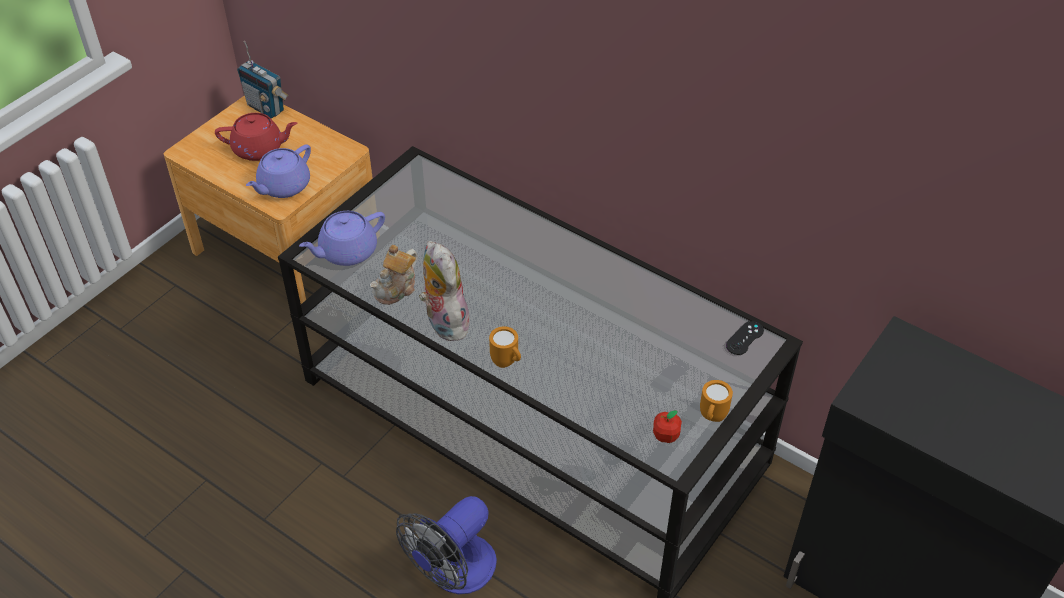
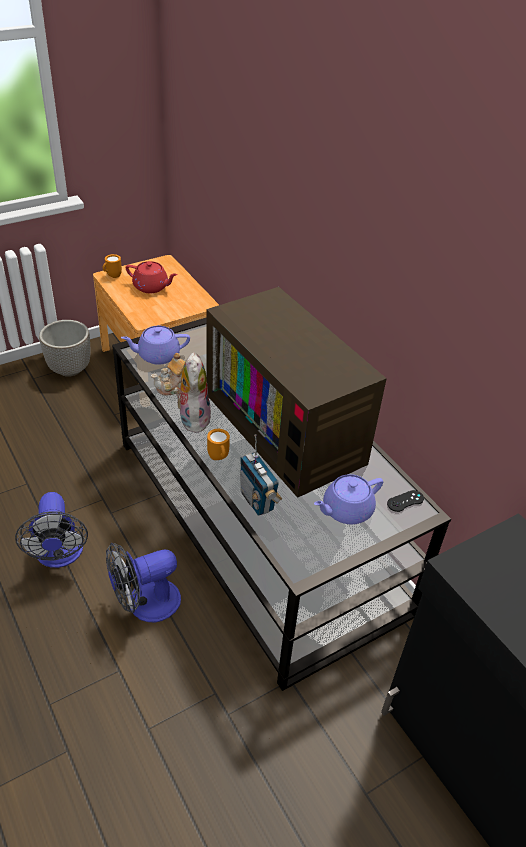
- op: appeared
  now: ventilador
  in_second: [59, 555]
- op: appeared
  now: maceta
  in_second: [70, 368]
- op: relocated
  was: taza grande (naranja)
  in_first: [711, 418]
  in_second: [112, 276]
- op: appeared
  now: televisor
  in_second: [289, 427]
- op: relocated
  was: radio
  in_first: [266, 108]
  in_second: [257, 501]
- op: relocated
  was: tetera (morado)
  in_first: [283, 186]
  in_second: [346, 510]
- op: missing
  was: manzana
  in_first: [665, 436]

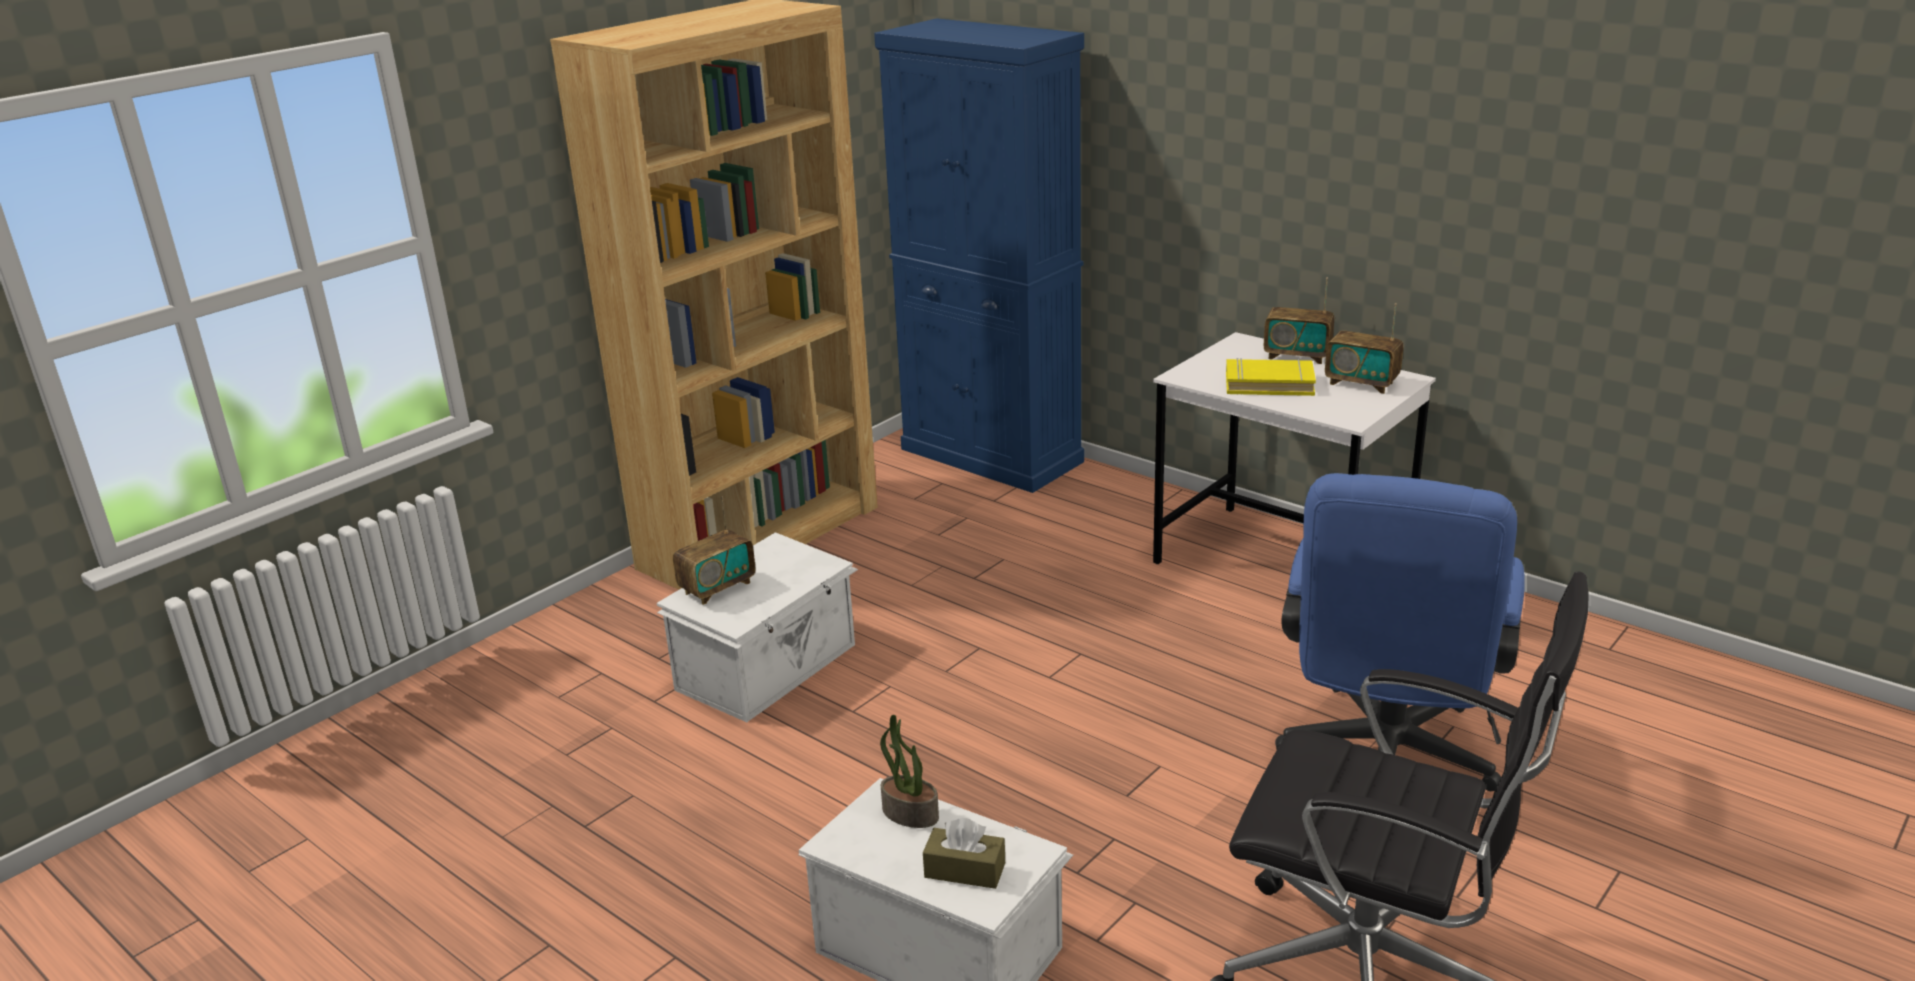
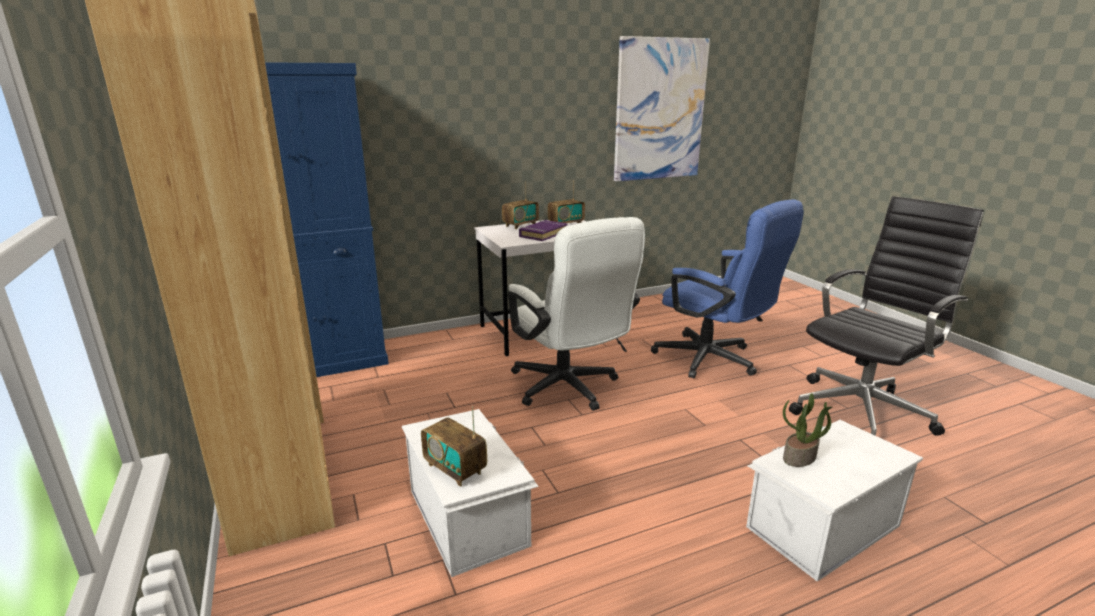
- op: spun
  was: radio
  in_first: [717, 588]
  in_second: [455, 469]
  clockwise: 150
- op: appeared
  now: silla de oficina (blanco)
  in_second: [569, 389]
- op: colour
  was: libro (amarillo)
  now: libro (morado)
  in_first: [1269, 384]
  in_second: [543, 234]
- op: appeared
  now: cuadro
  in_second: [659, 110]
- op: missing
  was: caja de pañuelos (marrón)
  in_first: [965, 870]

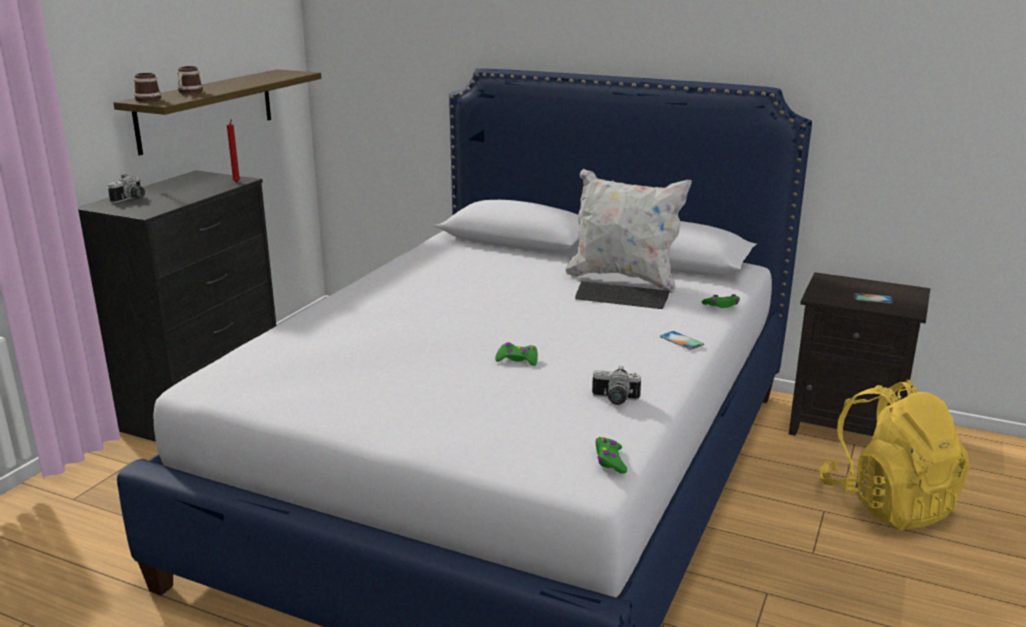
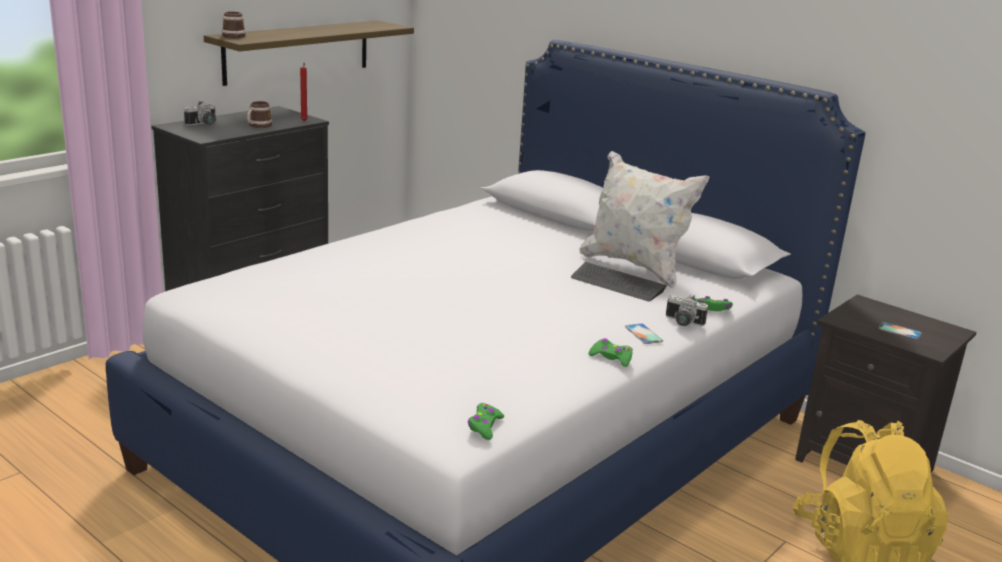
- op: relocated
  was: taza grande
  in_first: [189, 92]
  in_second: [258, 126]
- op: relocated
  was: mando de consola (verde)
  in_first: [517, 359]
  in_second: [611, 357]
- op: relocated
  was: cámara
  in_first: [614, 400]
  in_second: [682, 323]

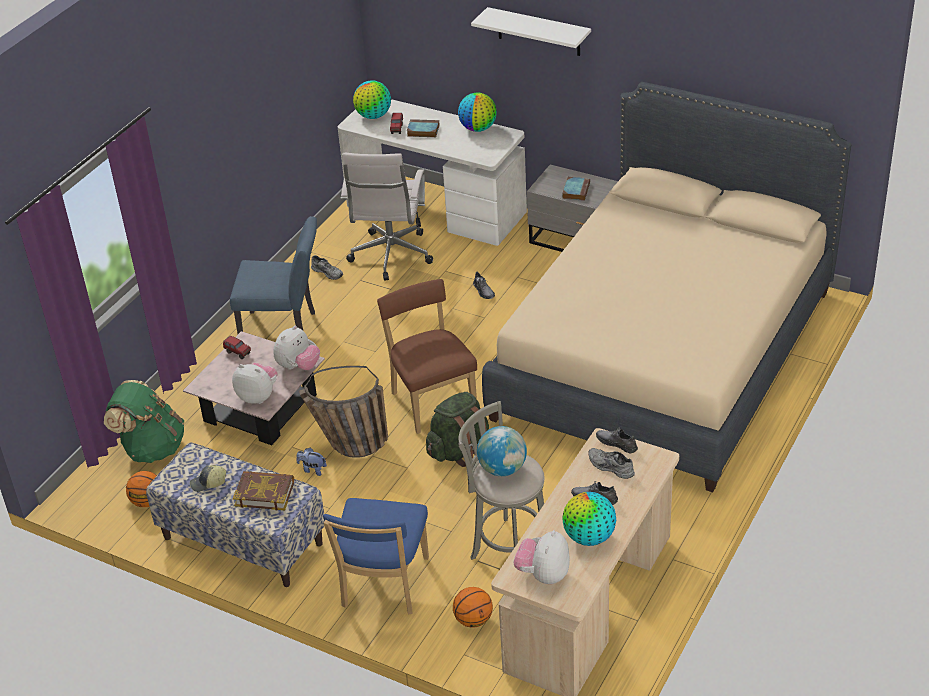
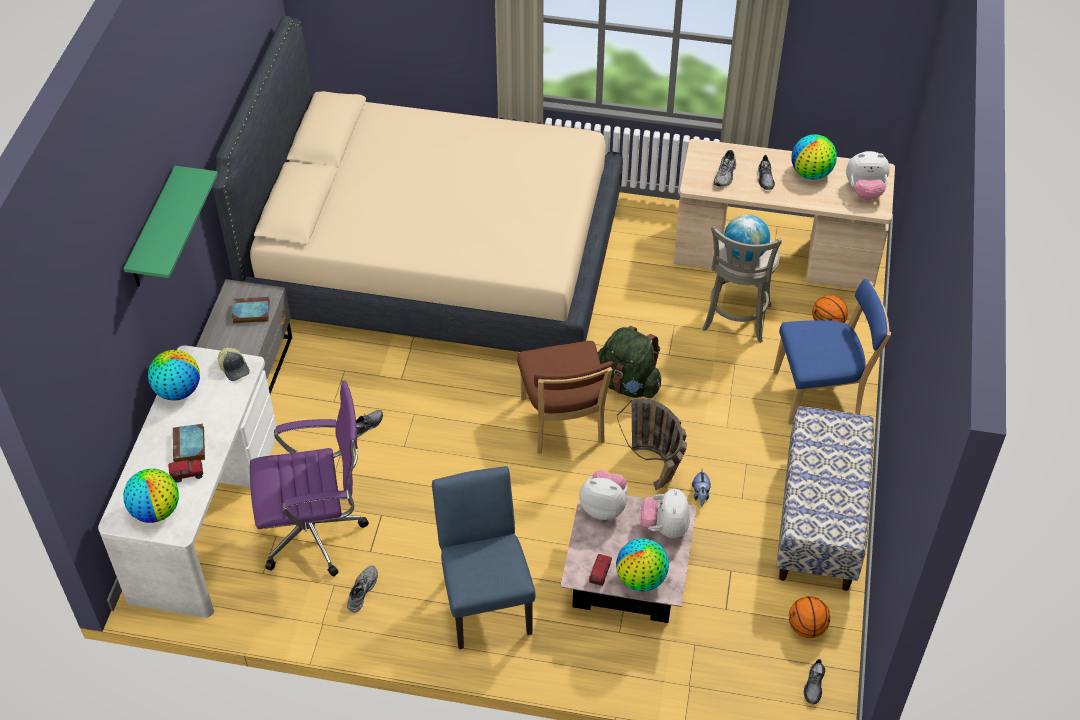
- op: colour
  was: estante (blanco)
  now: estante (verde)
  in_first: [538, 32]
  in_second: [153, 230]
- op: relocated
  was: gorra
  in_first: [208, 483]
  in_second: [234, 368]
- op: colour
  was: silla de oficina (blanco)
  now: silla de oficina (morado)
  in_first: [390, 257]
  in_second: [317, 533]
- op: spun
  was: silla (marrón)
  in_first: [432, 400]
  in_second: [563, 424]
  clockwise: -60
- op: appeared
  now: globo terráqueo
  in_second: [641, 579]
- op: relocated
  was: zapato (gris)
  in_first: [616, 443]
  in_second: [814, 685]
- op: missing
  was: mochila (verde)
  in_first: [151, 448]
- op: missing
  was: libro
  in_first: [264, 493]

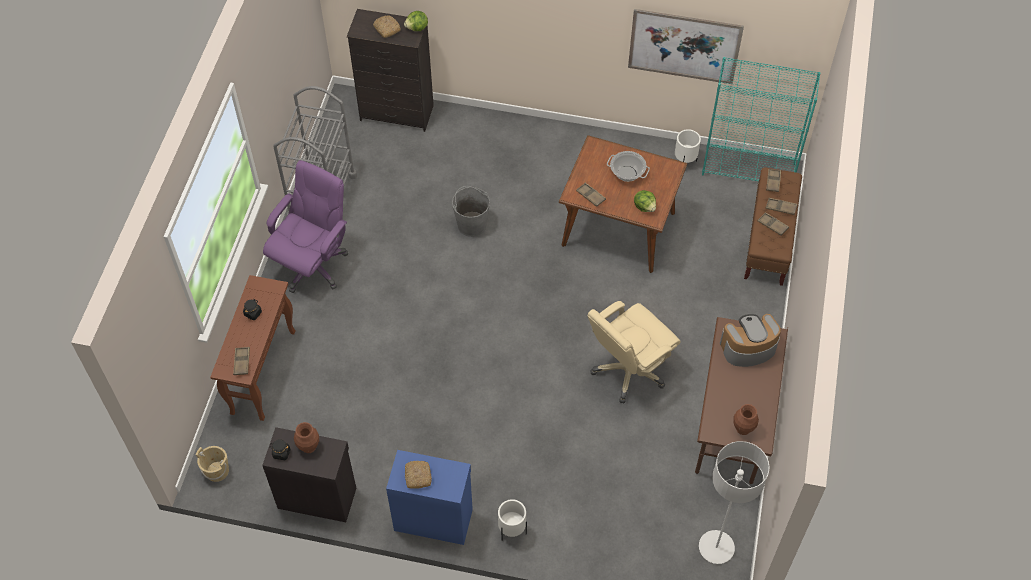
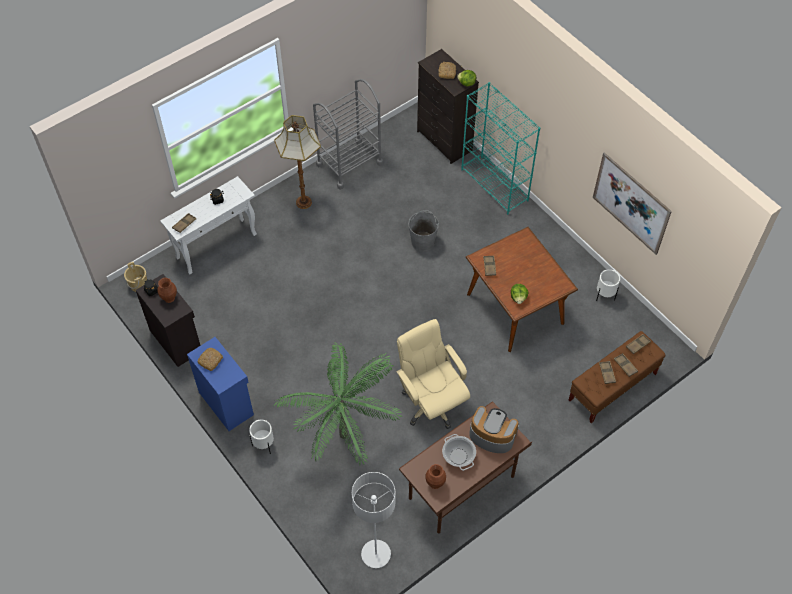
- op: colour
  was: mesa consola (marrón)
  now: mesa consola (blanco)
  in_first: [263, 371]
  in_second: [217, 245]
- op: exchanged
  was: silla de oficina (morado)
  now: lámpara de pie
  in_first: [313, 265]
  in_second: [304, 202]
- op: appeared
  now: planta en maceta
  in_second: [346, 446]
- op: spun
  was: silla de oficina (beis)
  in_first: [628, 370]
  in_second: [431, 403]
  clockwise: 60
- op: relocated
  was: olla
  in_first: [627, 173]
  in_second: [458, 457]
- op: relocated
  was: estantería (turquesa)
  in_first: [749, 169]
  in_second: [495, 185]

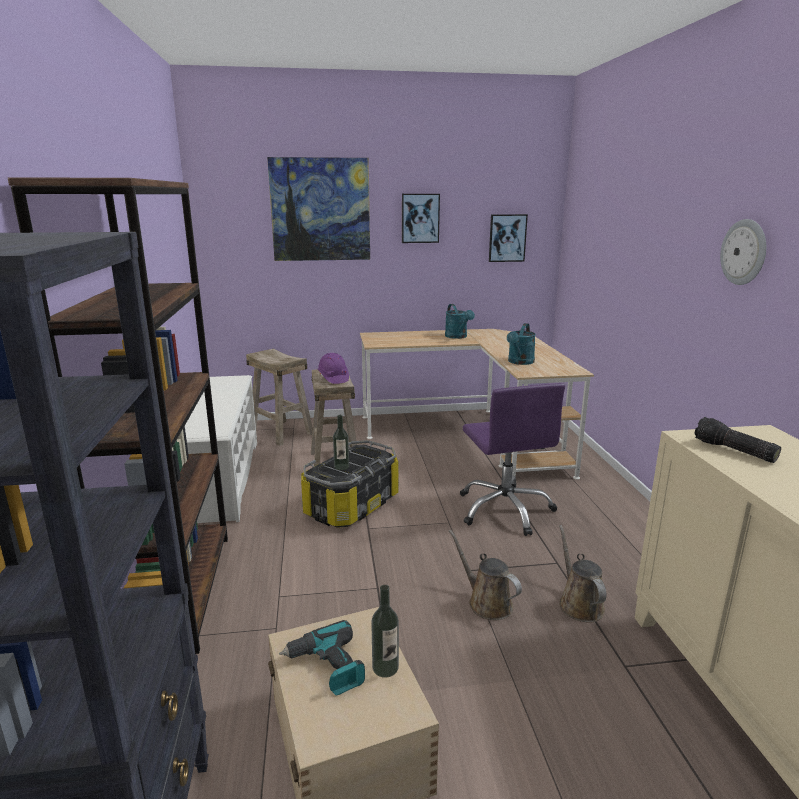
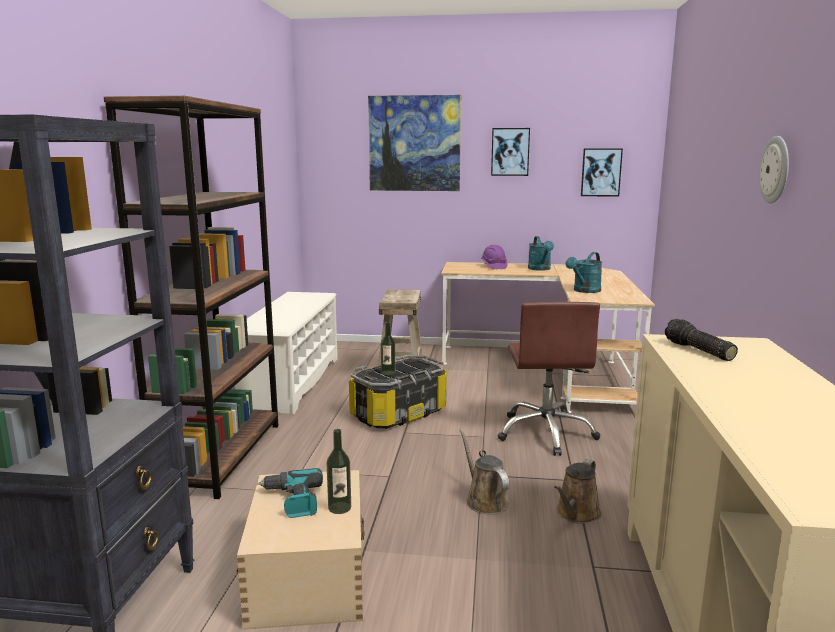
- op: relocated
  was: casco (morado)
  in_first: [333, 378]
  in_second: [494, 266]
- op: colour
  was: silla de oficina (morado)
  now: silla de oficina (marrón)
  in_first: [505, 509]
  in_second: [546, 433]
- op: spun
  was: regadera (marrón)
  in_first: [579, 603]
  in_second: [576, 514]
  clockwise: -150
- op: missing
  was: taburete (beis)
  in_first: [282, 432]

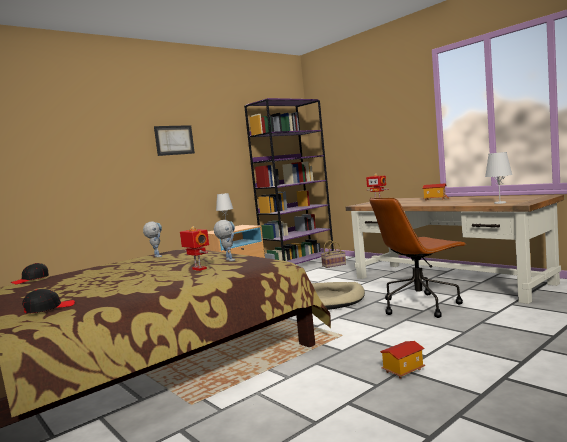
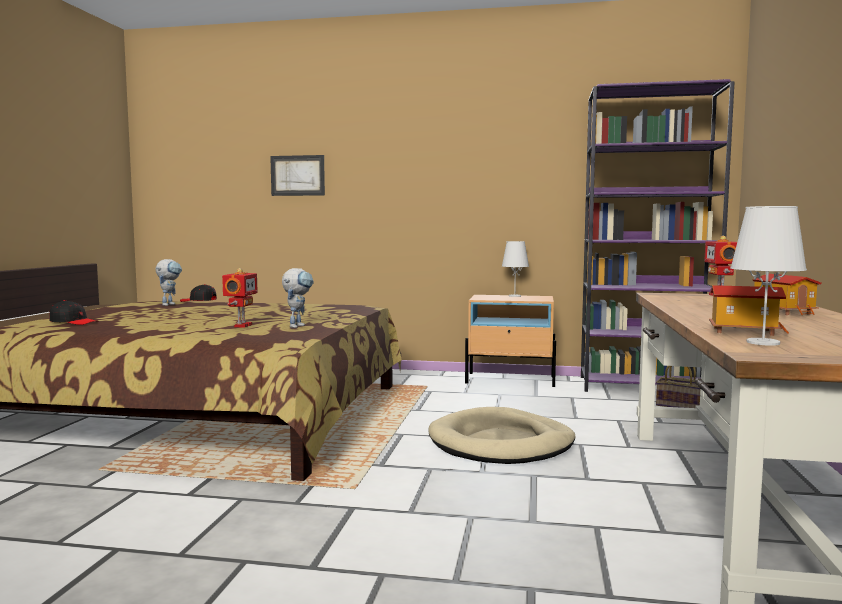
- op: relocated
  was: robot de juguete
  in_first: [156, 256]
  in_second: [170, 304]
- op: relocated
  was: cuadro
  in_first: [174, 140]
  in_second: [297, 175]
- op: relocated
  was: casita
  in_first: [403, 370]
  in_second: [744, 331]
- op: missing
  was: silla de oficina (marrón)
  in_first: [420, 305]

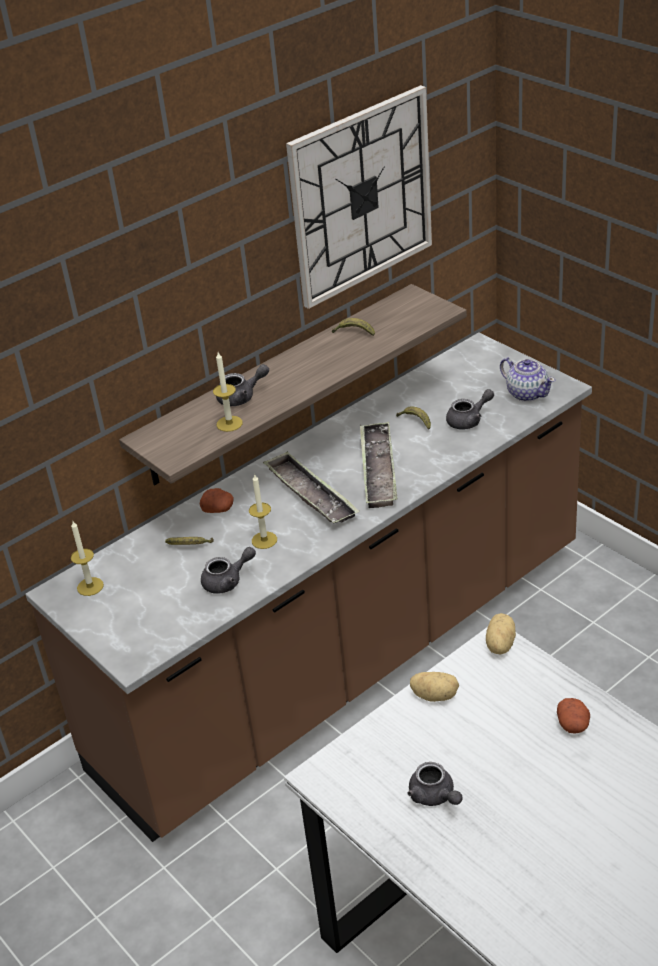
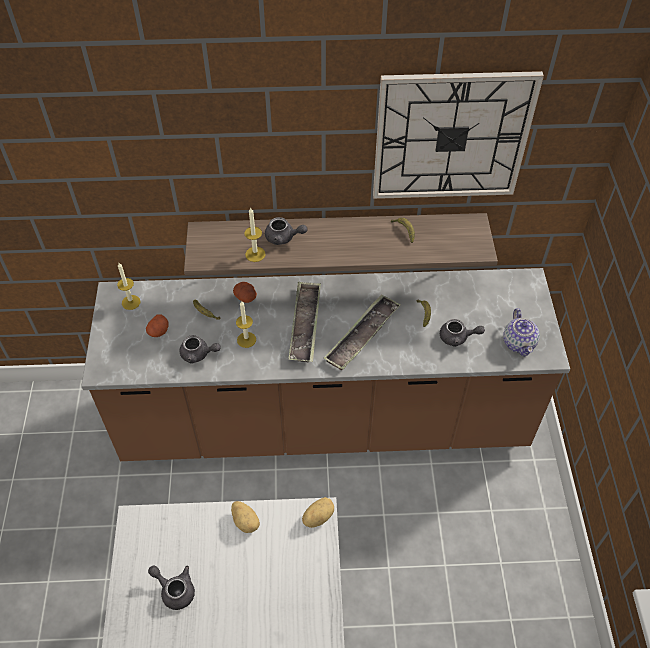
- op: relocated
  was: patata
  in_first: [573, 724]
  in_second: [158, 331]
- op: spun
  was: tetera (gris)
  in_first: [434, 796]
  in_second: [175, 590]
  clockwise: 120

